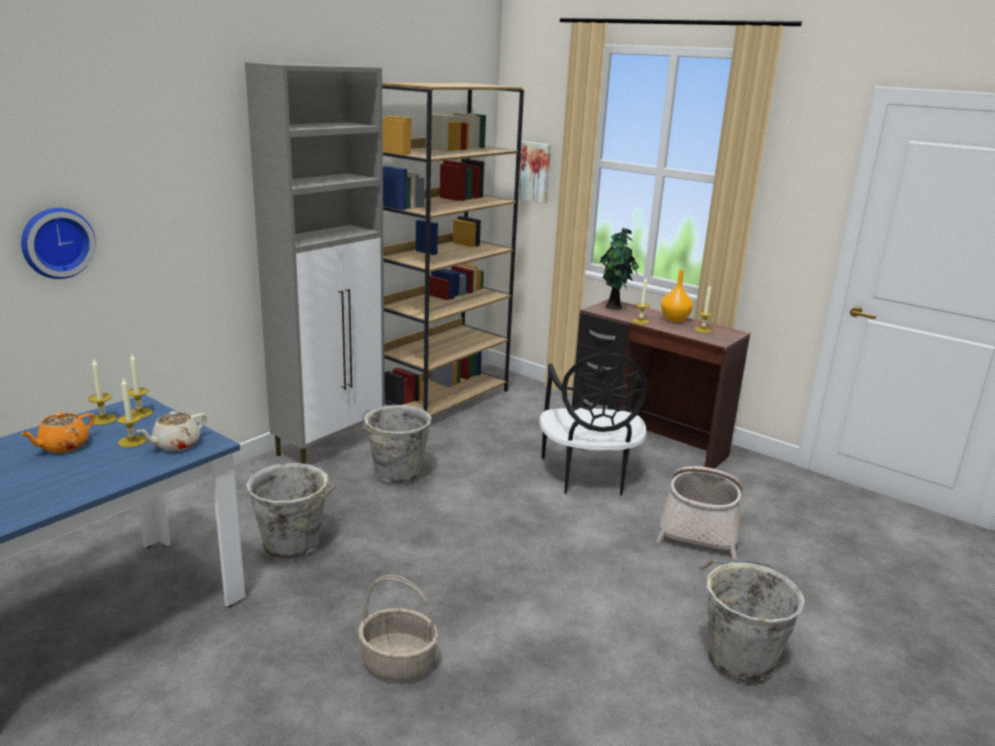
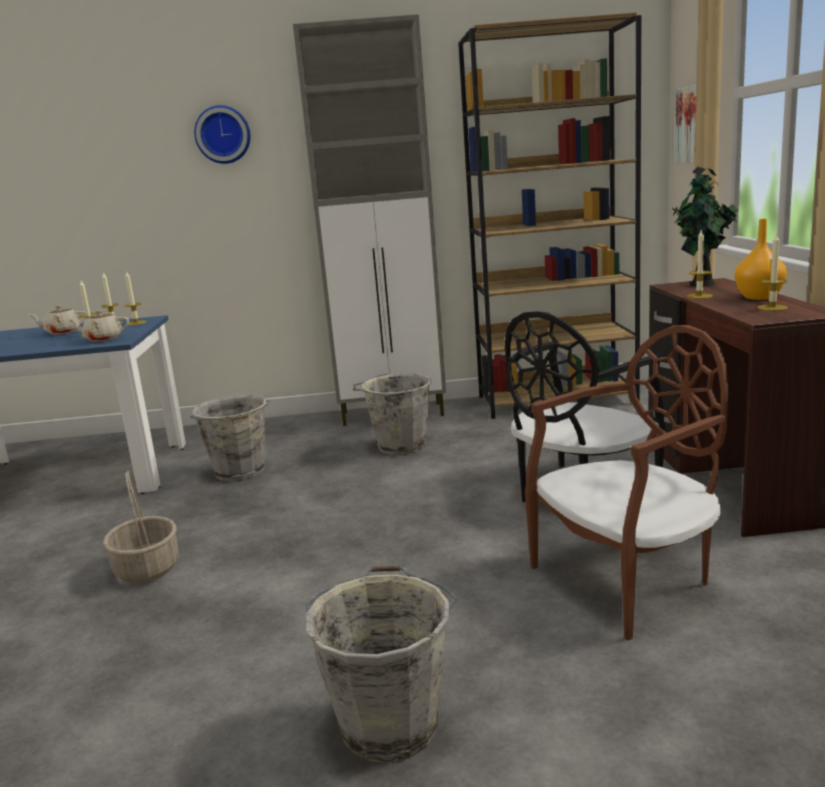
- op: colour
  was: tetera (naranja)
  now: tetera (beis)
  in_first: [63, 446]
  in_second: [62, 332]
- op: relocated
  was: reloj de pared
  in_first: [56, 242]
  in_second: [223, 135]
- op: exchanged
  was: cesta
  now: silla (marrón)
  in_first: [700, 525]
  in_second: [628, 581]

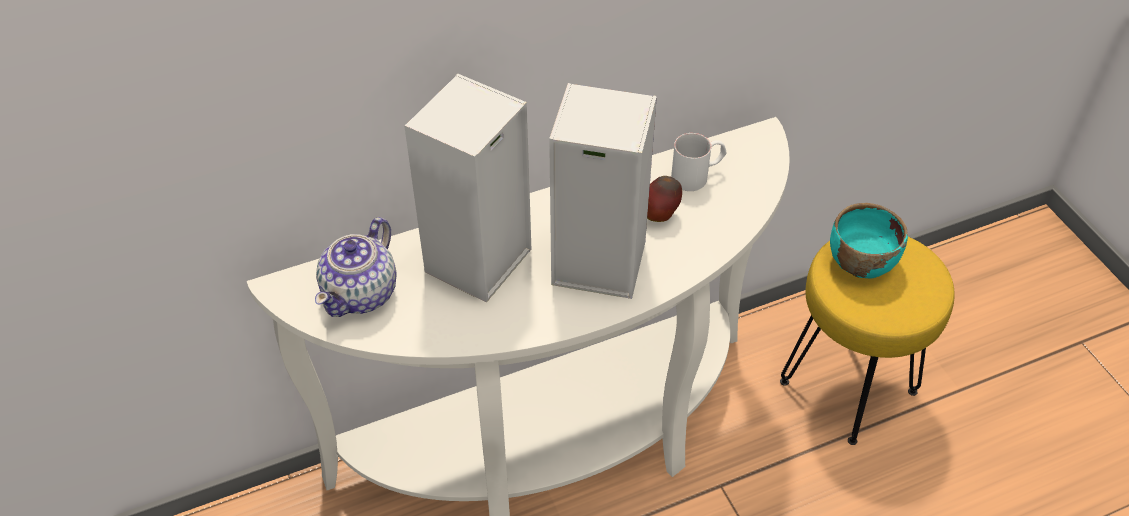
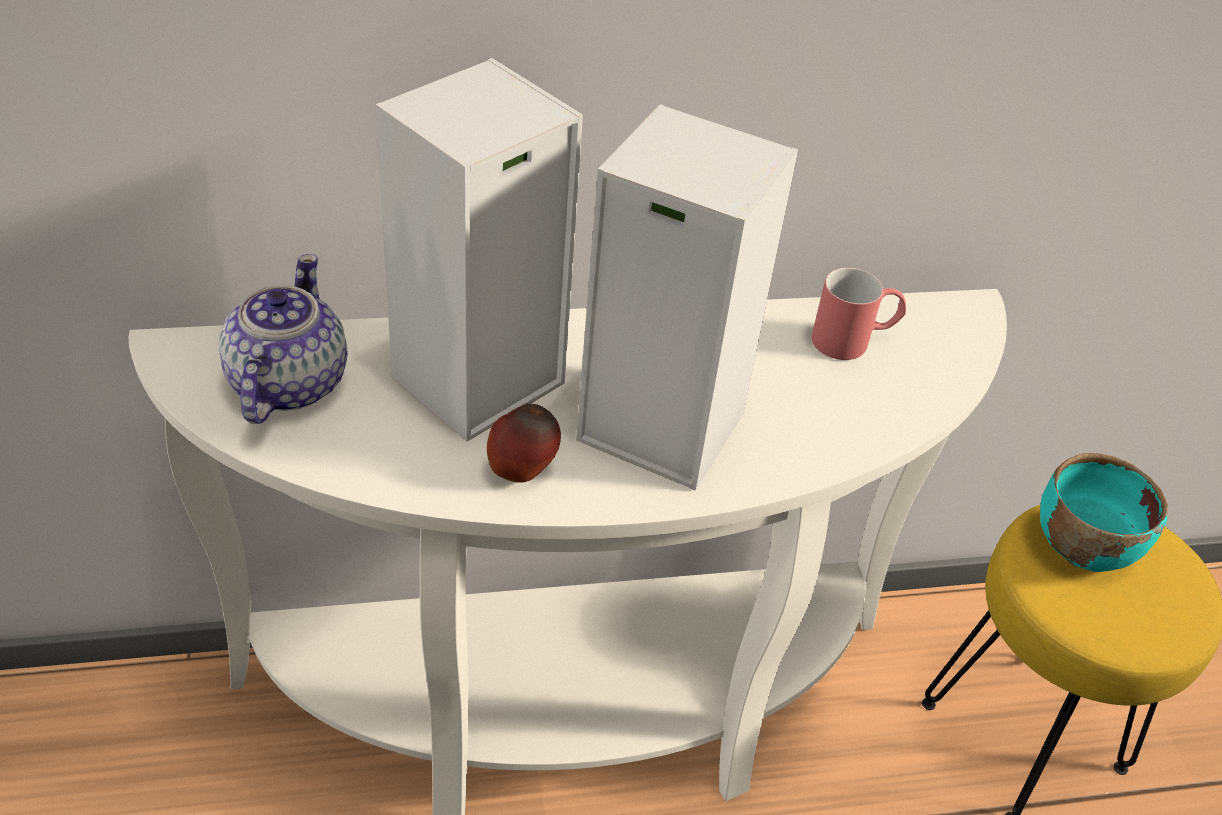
- op: spun
  was: tetera
  in_first: [361, 293]
  in_second: [286, 384]
  clockwise: 150
- op: relocated
  was: manzana
  in_first: [660, 215]
  in_second: [522, 472]
- op: colour
  was: taza grande (blanco)
  now: taza grande (rojo)
  in_first: [697, 175]
  in_second: [853, 340]

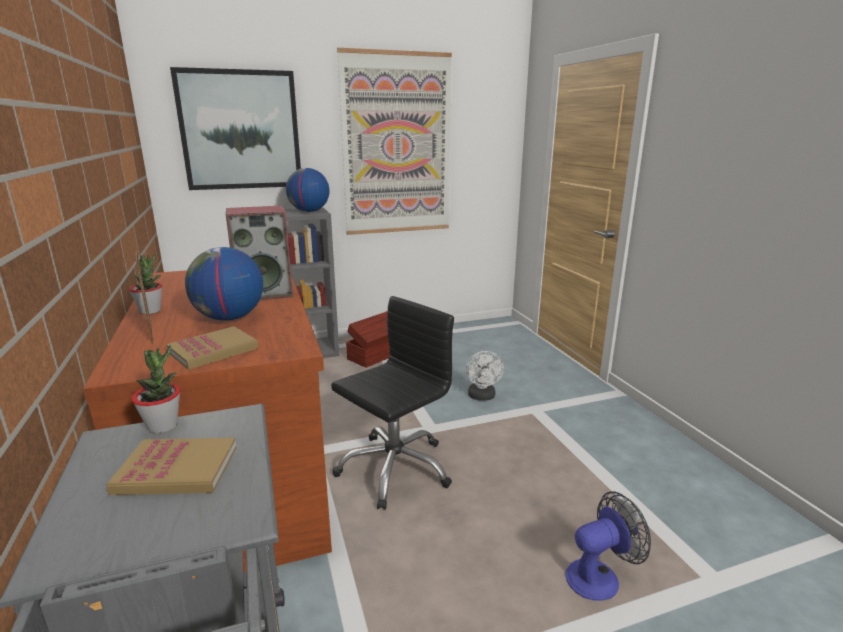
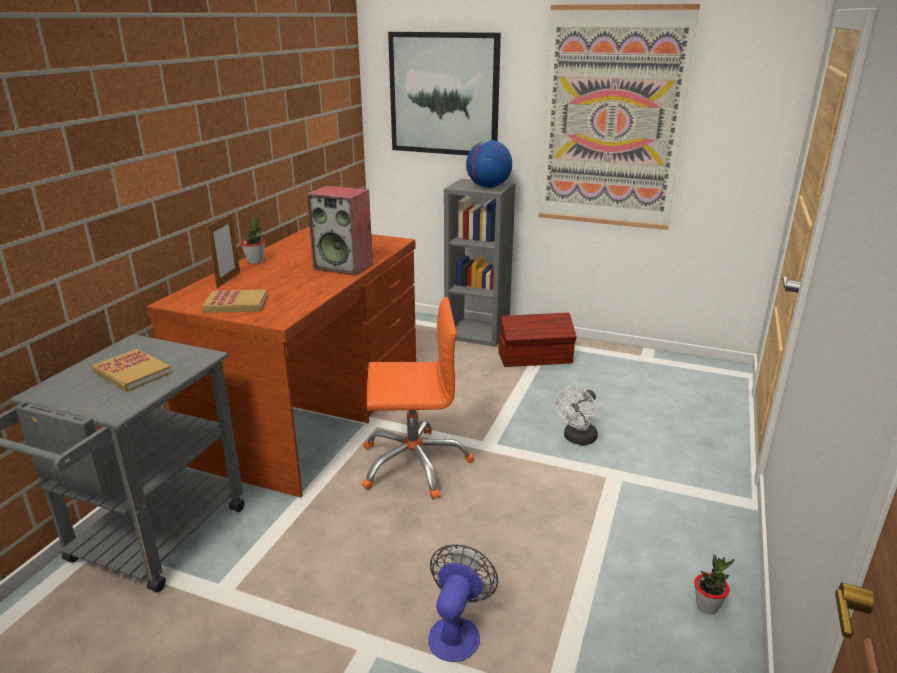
- op: colour
  was: silla de oficina (negro)
  now: silla de oficina (naranja)
  in_first: [394, 468]
  in_second: [414, 463]
- op: spun
  was: ventilador
  in_first: [600, 576]
  in_second: [456, 630]
  clockwise: -90
- op: relocated
  was: planta en maceta
  in_first: [163, 426]
  in_second: [707, 606]
- op: missing
  was: globo terráqueo
  in_first: [229, 318]

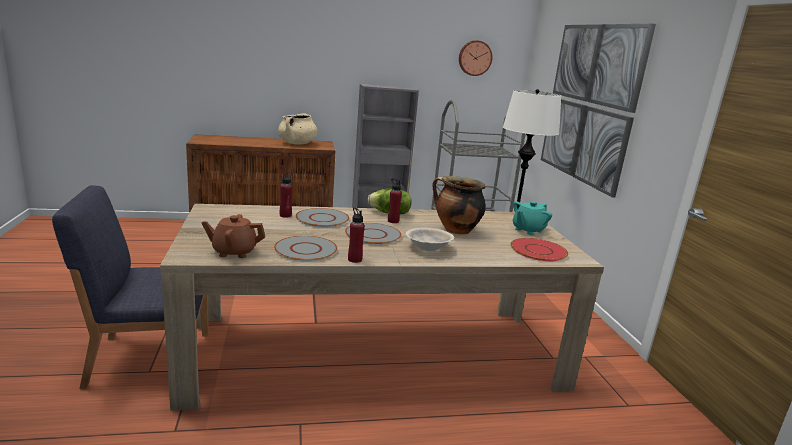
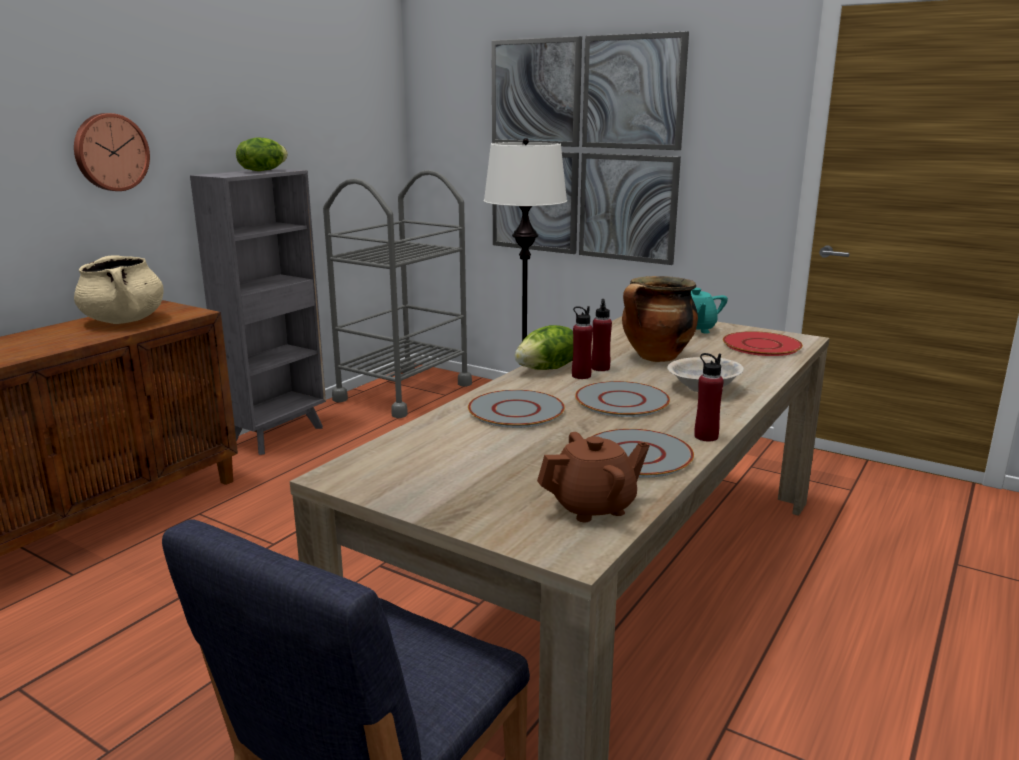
- op: relocated
  was: reloj de pared
  in_first: [474, 58]
  in_second: [110, 152]
- op: appeared
  now: lechuga
  in_second: [262, 170]
- op: spun
  was: tetera (marrón)
  in_first: [234, 252]
  in_second: [593, 507]
  clockwise: -150
- op: relocated
  was: botella (rojo)
  in_first: [285, 215]
  in_second: [600, 368]

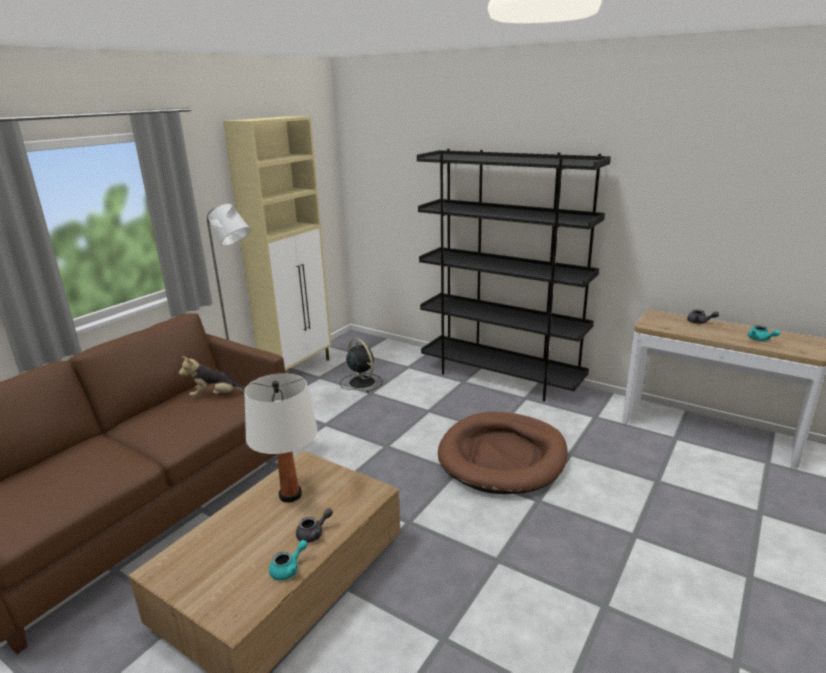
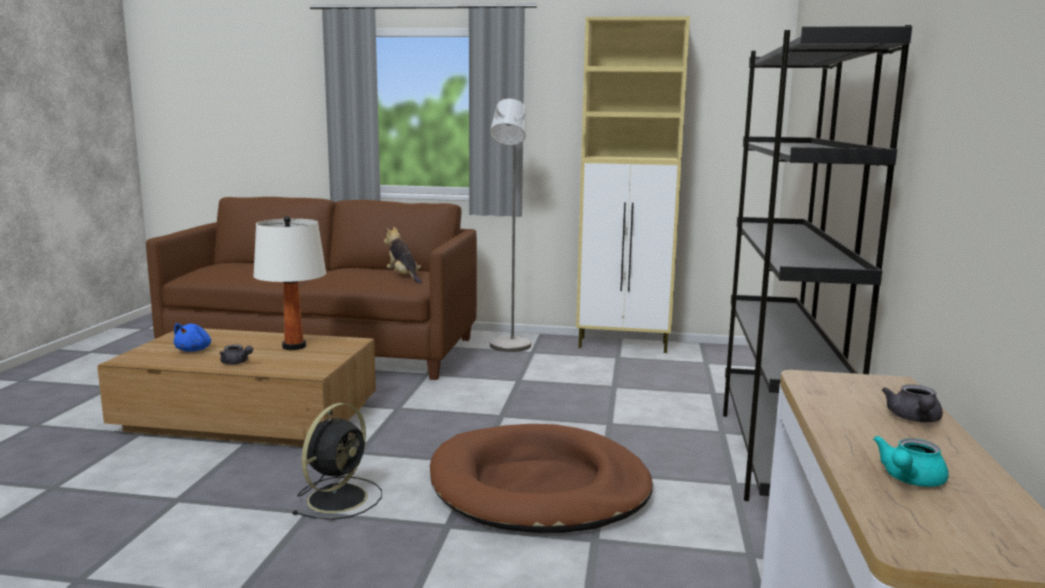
- op: appeared
  now: peluche (azul)
  in_second: [194, 350]
- op: relocated
  was: ventilador (negro)
  in_first: [361, 382]
  in_second: [339, 497]
- op: missing
  was: tetera (turquesa)
  in_first: [288, 569]

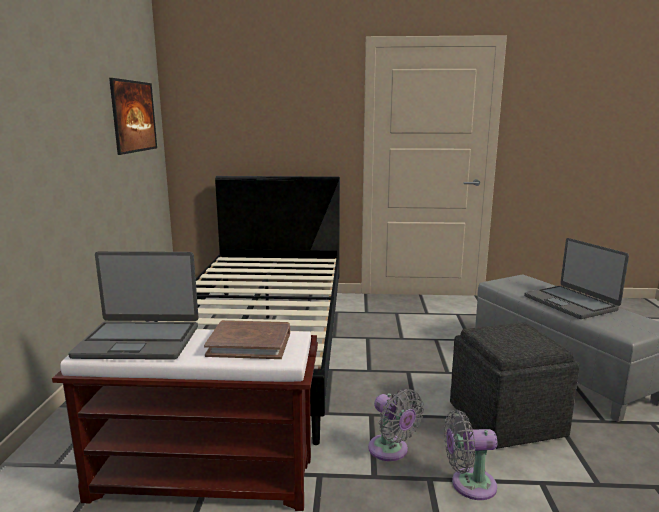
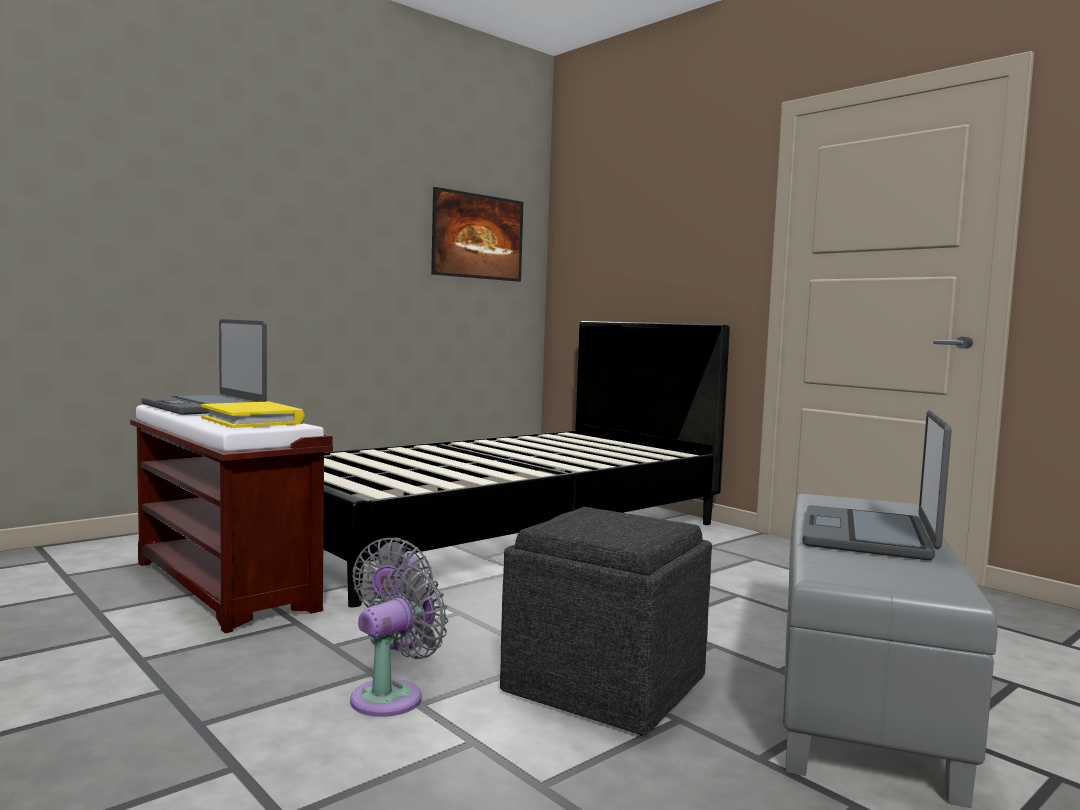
- op: colour
  was: libro (marrón)
  now: libro (amarillo)
  in_first: [250, 343]
  in_second: [253, 420]
- op: spun
  was: ventilador (gris)
  in_first: [468, 484]
  in_second: [393, 696]
  clockwise: 90

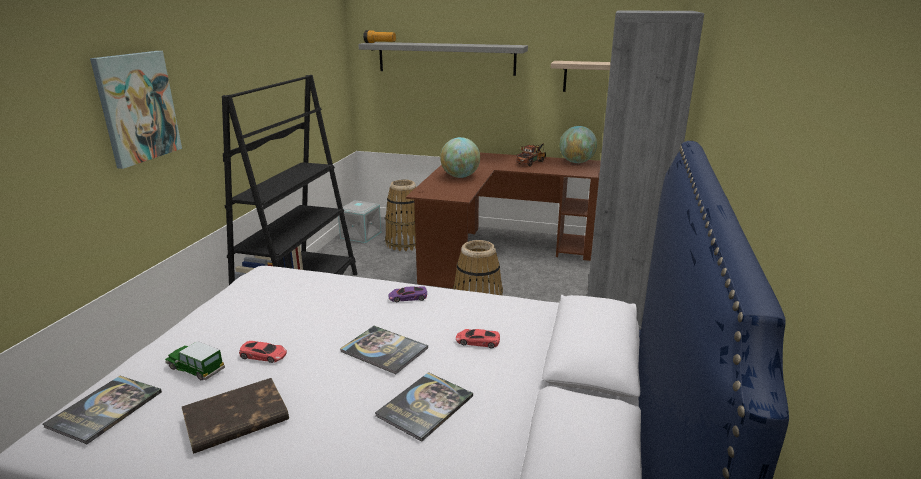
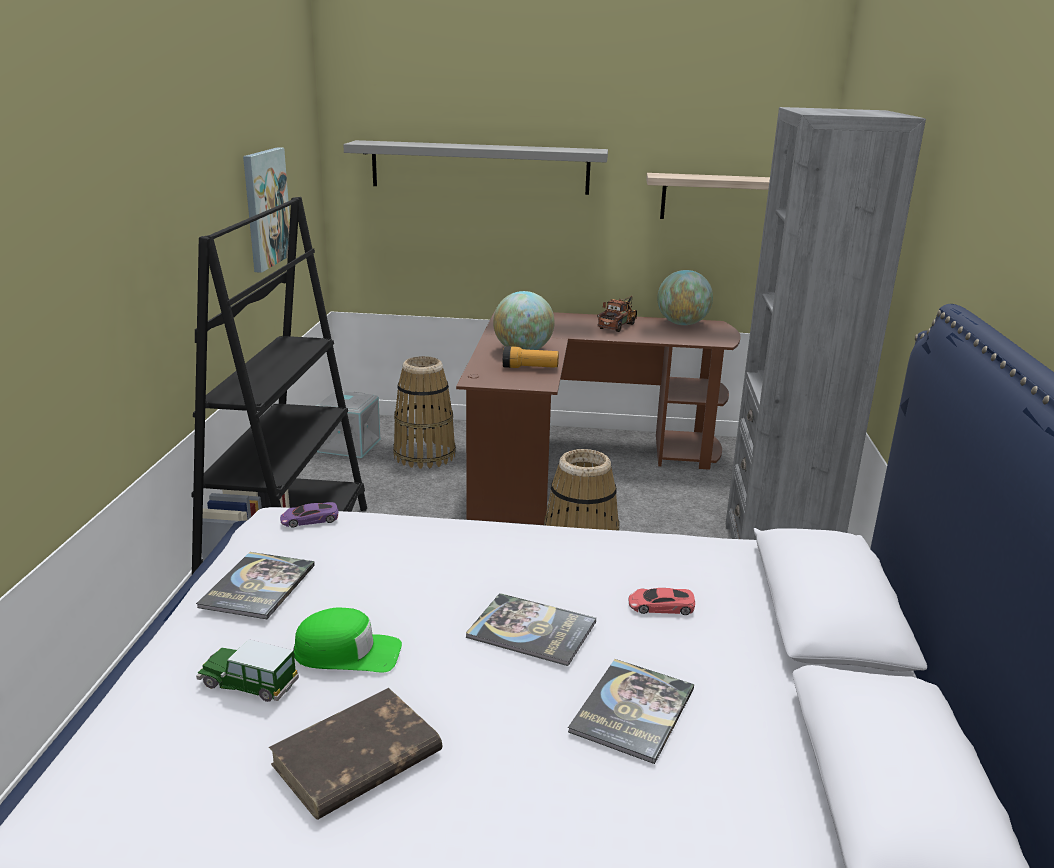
- op: relocated
  was: libro
  in_first: [105, 409]
  in_second: [258, 586]
- op: relocated
  was: cuadro
  in_first: [137, 107]
  in_second: [265, 208]
- op: relocated
  was: coche de juguete (morado)
  in_first: [408, 297]
  in_second: [309, 519]
- op: exchanged
  was: coche de juguete (rojo)
  now: gorra (verde)
  in_first: [263, 355]
  in_second: [348, 653]
- op: relocated
  was: linterna
  in_first: [380, 43]
  in_second: [530, 368]

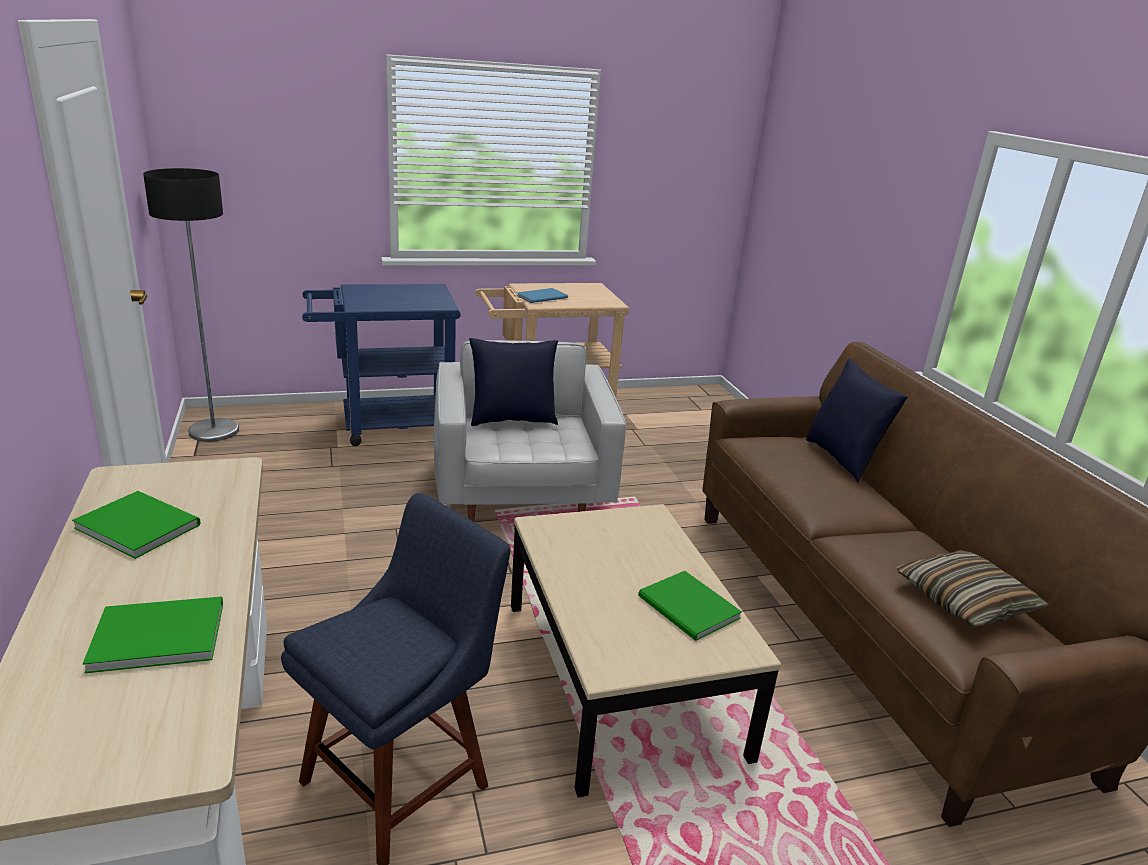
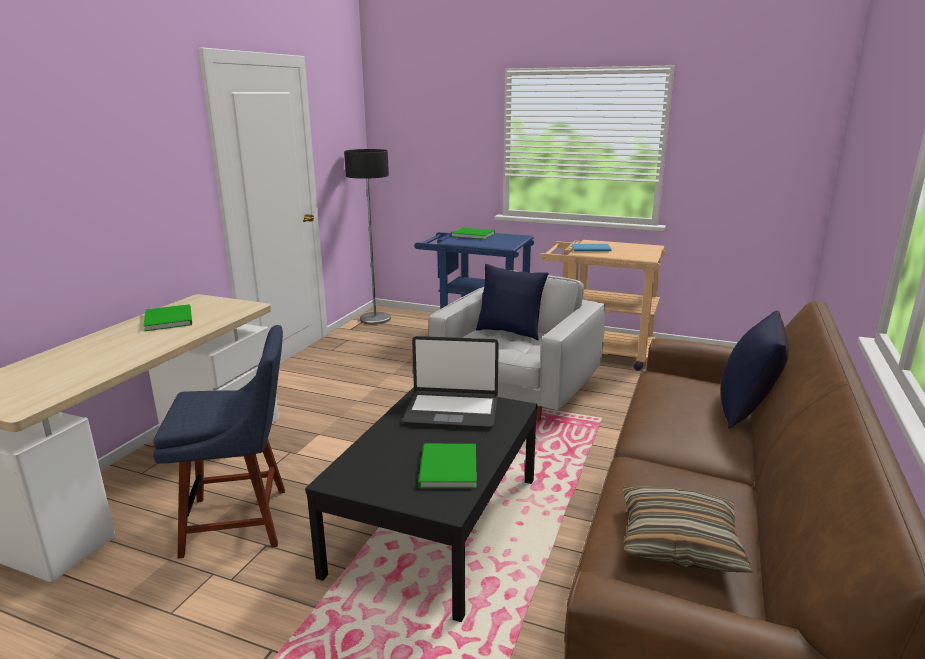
- op: colour
  was: mesa de centro (beis)
  now: mesa de centro (negro)
  in_first: [622, 677]
  in_second: [437, 525]
- op: appeared
  now: portátil
  in_second: [452, 411]
- op: relocated
  was: libro (verde)
  in_first: [155, 635]
  in_second: [472, 234]

